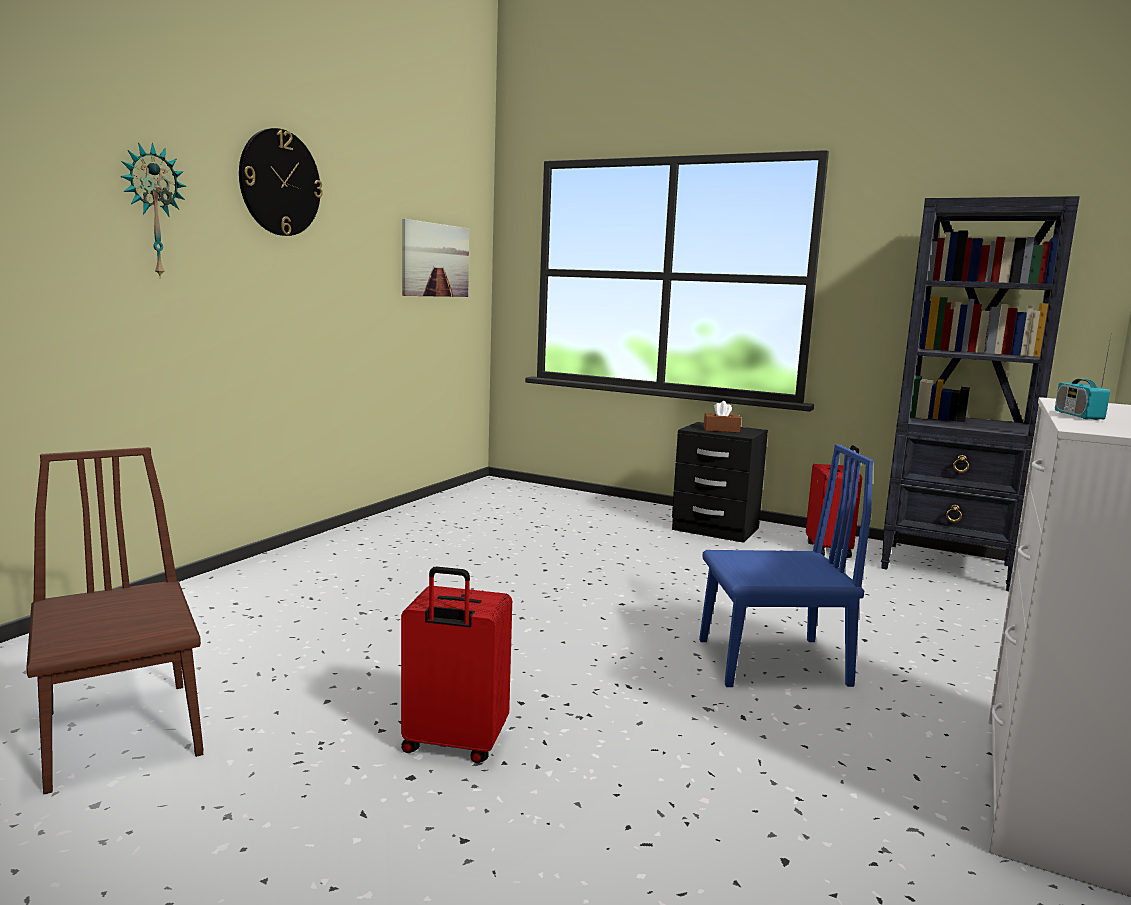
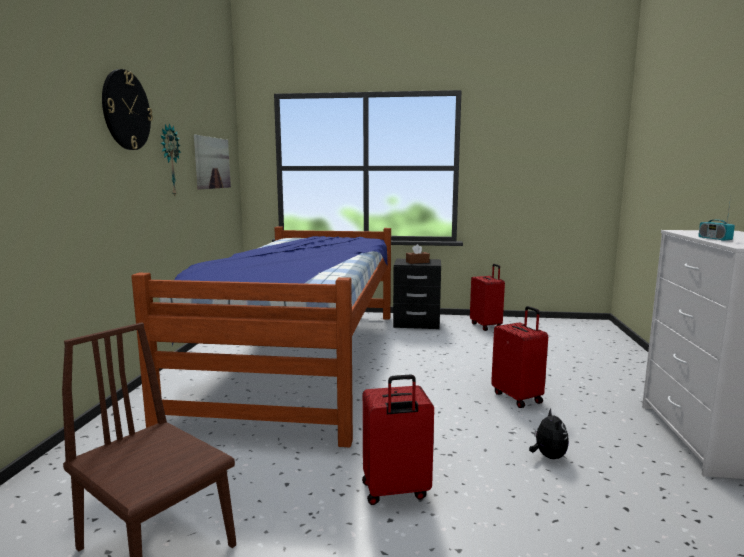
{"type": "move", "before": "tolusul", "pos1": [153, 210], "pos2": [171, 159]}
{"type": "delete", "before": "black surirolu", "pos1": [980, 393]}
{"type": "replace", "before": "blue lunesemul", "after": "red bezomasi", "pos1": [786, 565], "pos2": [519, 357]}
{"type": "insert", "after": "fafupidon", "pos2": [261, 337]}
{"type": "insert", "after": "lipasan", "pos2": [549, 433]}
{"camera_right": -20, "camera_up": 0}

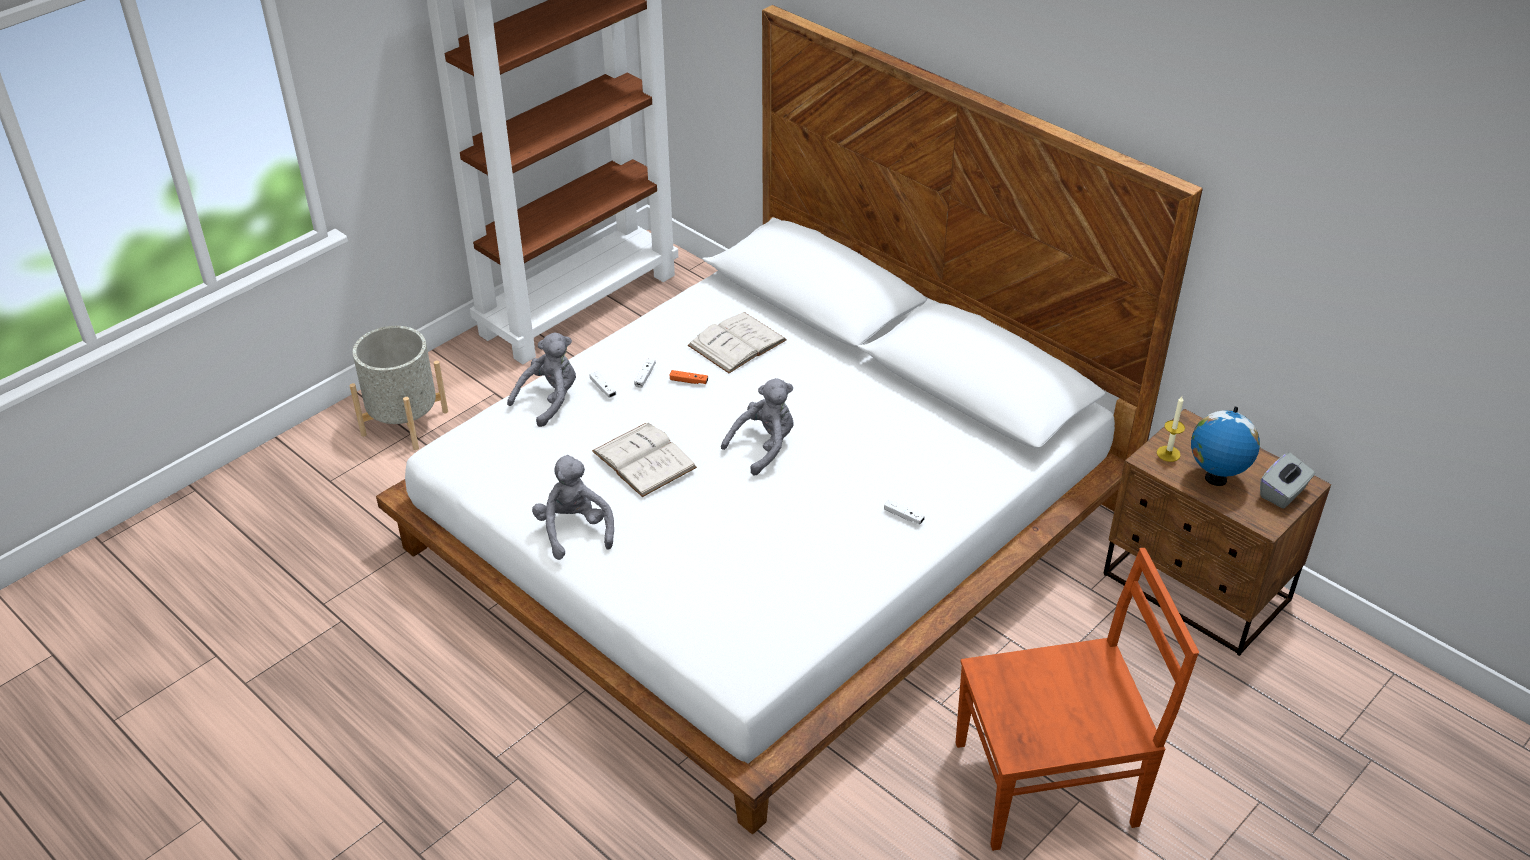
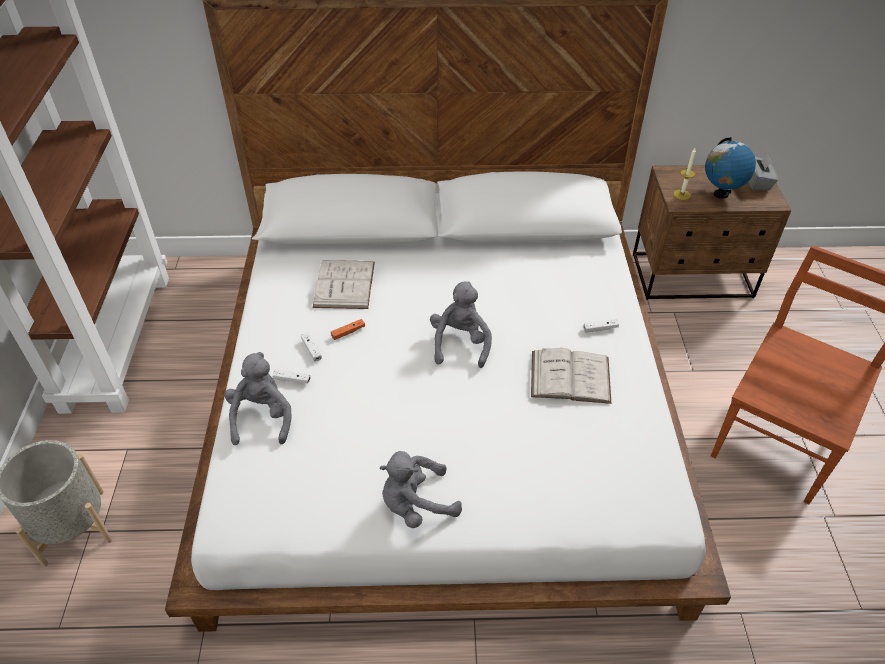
{"type": "move", "before": "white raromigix", "pos1": [644, 460], "pos2": [571, 376]}
{"type": "rotate", "before": "grey lipasan", "pos1": [573, 507], "pos2": [421, 489], "turn": -45}
{"camera_right": -45, "camera_up": 5}

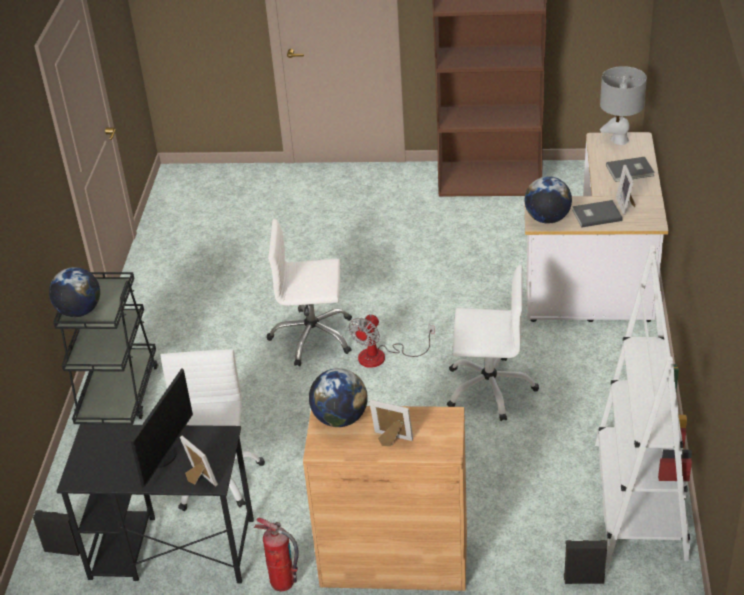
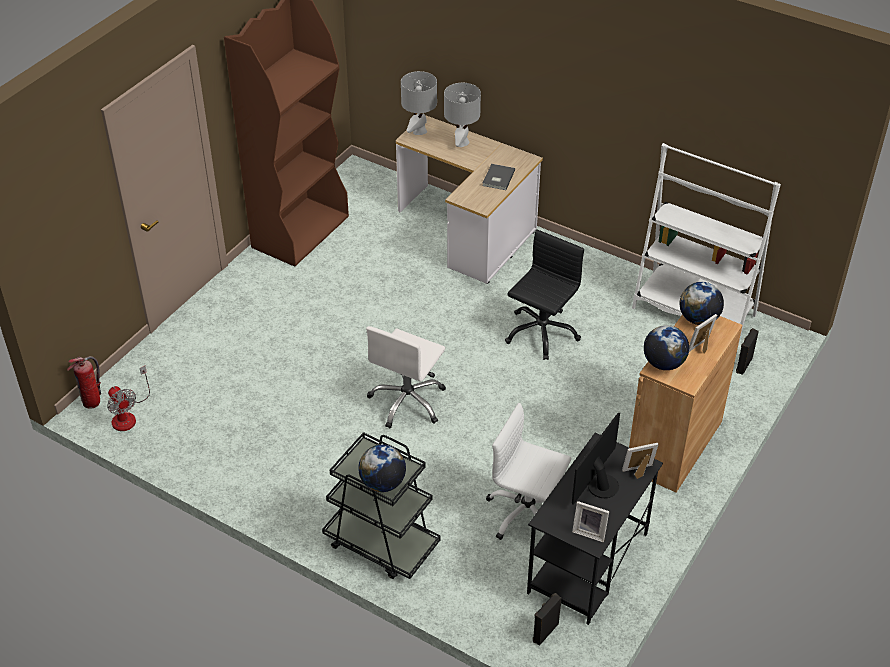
{"type": "replace", "before": "grey raromigix", "after": "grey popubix", "pos1": [630, 169], "pos2": [462, 115]}
{"type": "move", "before": "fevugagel", "pos1": [625, 190], "pos2": [590, 521]}
{"type": "move", "before": "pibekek", "pos1": [548, 200], "pos2": [702, 303]}
{"type": "recolor", "before": "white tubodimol", "after": "black tubodimol", "pos1": [493, 343], "pos2": [544, 294]}
{"type": "move", "before": "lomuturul", "pos1": [391, 341], "pos2": [128, 398]}
{"type": "rotate", "before": "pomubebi", "pos1": [161, 428], "pos2": [596, 459], "turn": -105}
{"type": "move", "before": "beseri", "pos1": [276, 555], "pos2": [84, 382]}
{"camera_right": -65, "camera_up": 5}

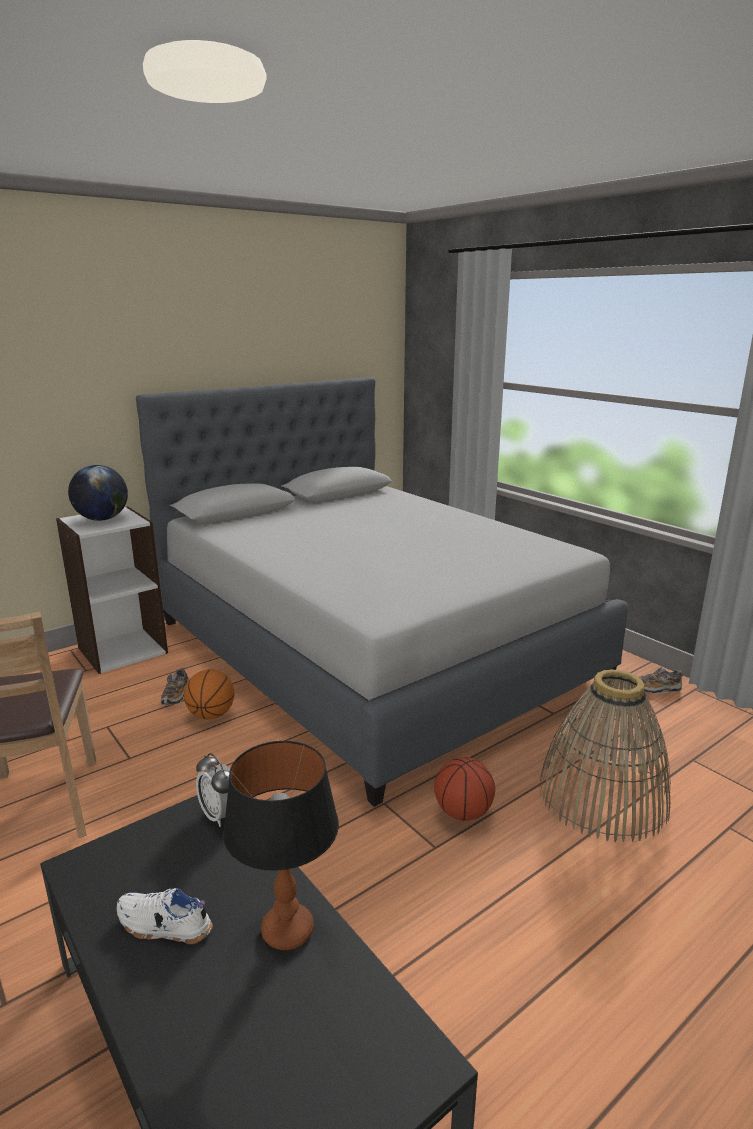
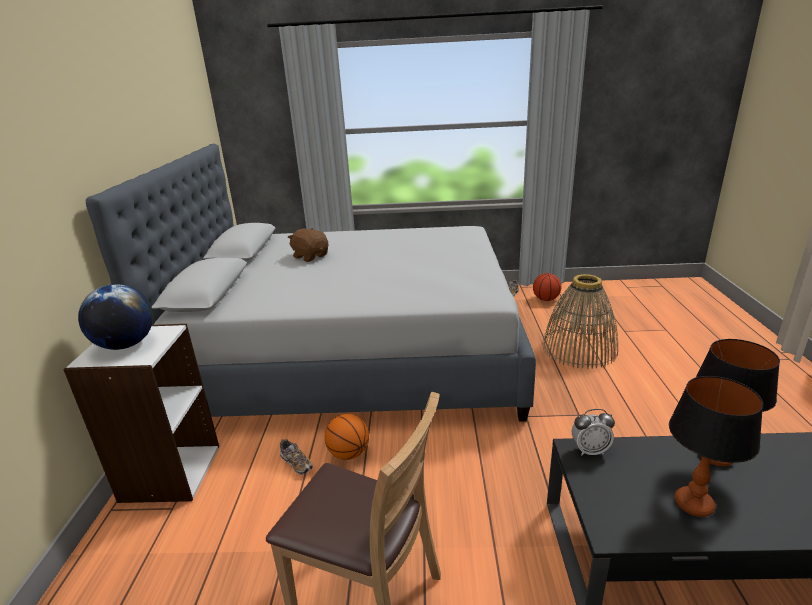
{"type": "move", "before": "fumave", "pos1": [464, 789], "pos2": [547, 287]}
{"type": "replace", "before": "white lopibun", "after": "popubix", "pos1": [165, 916], "pos2": [716, 446]}
{"type": "insert", "after": "brown lipasan", "pos2": [307, 245]}
{"camera_right": -50, "camera_up": 5}

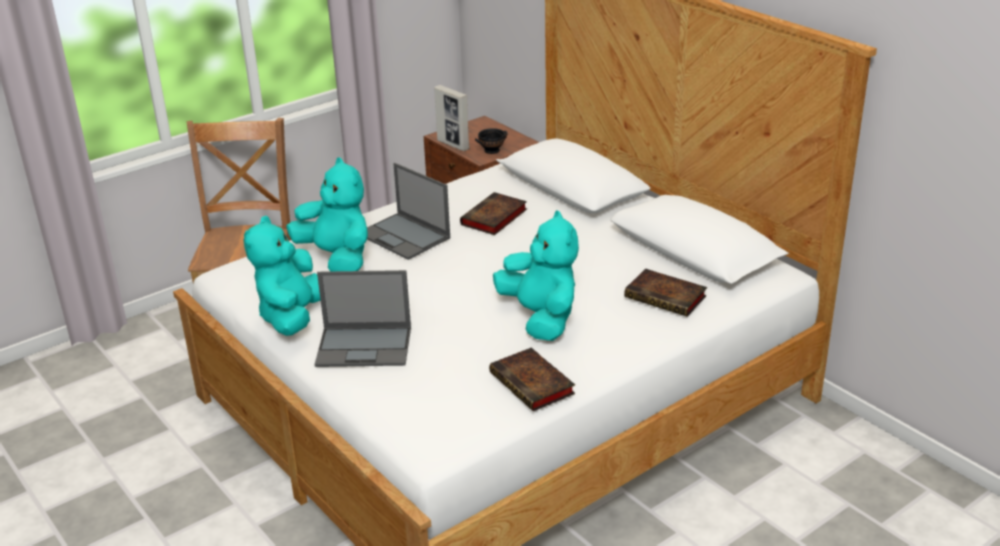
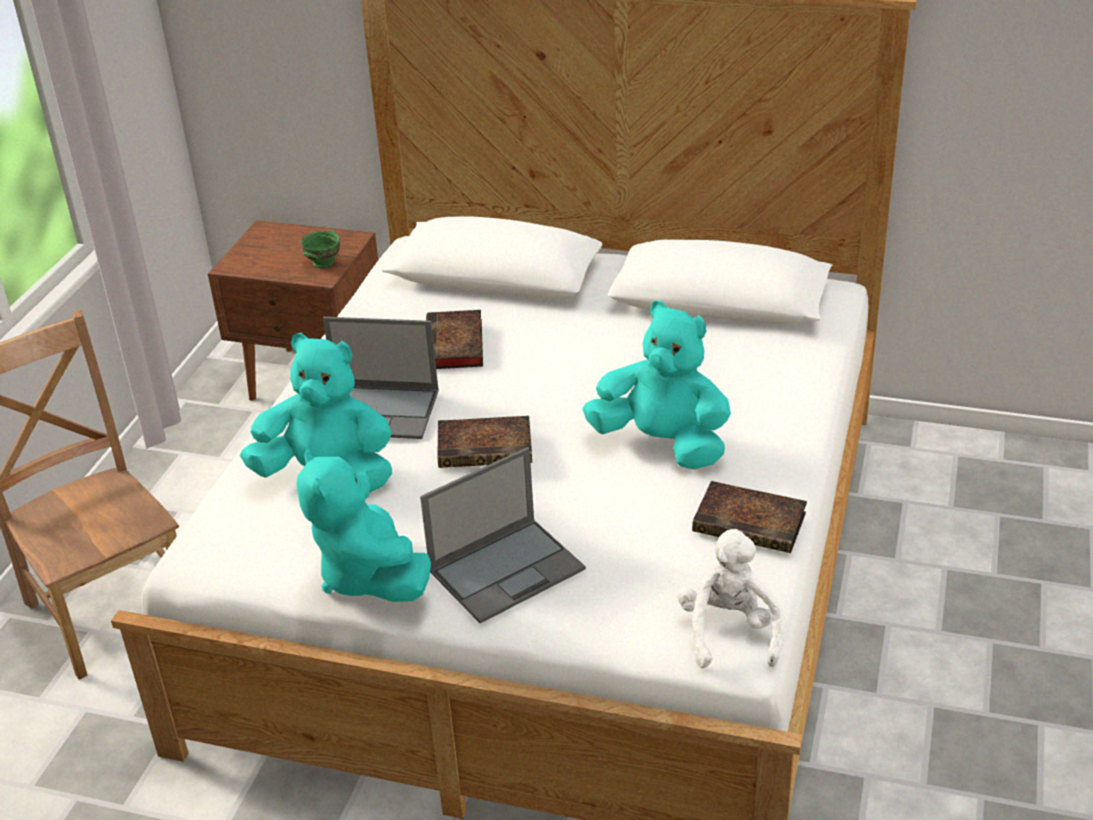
{"type": "delete", "before": "fevugagel", "pos1": [451, 118]}
{"type": "recolor", "before": "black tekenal", "after": "green tekenal", "pos1": [491, 141], "pos2": [320, 249]}
{"type": "move", "before": "raromigix", "pos1": [665, 293], "pos2": [484, 442]}
{"type": "insert", "after": "white lipasan", "pos2": [731, 598]}
{"camera_right": -35, "camera_up": 5}

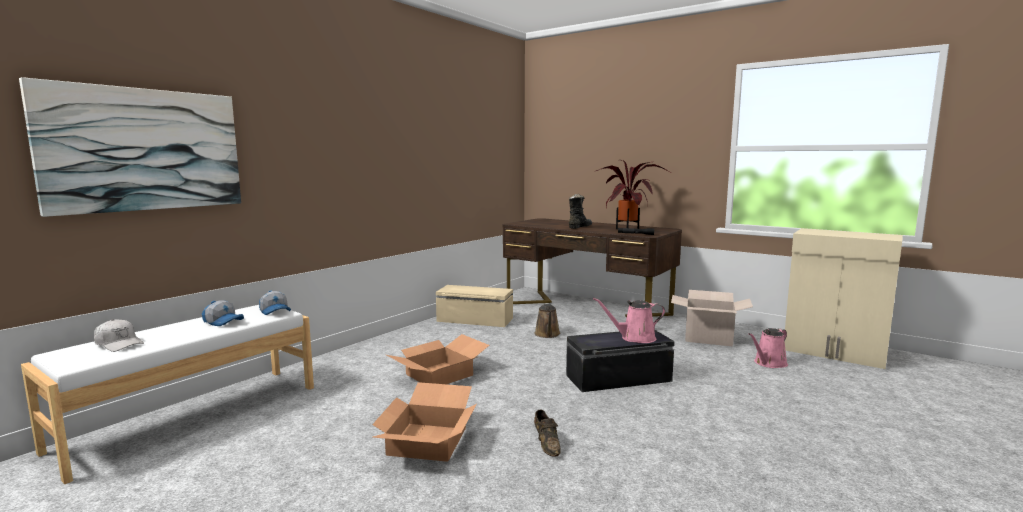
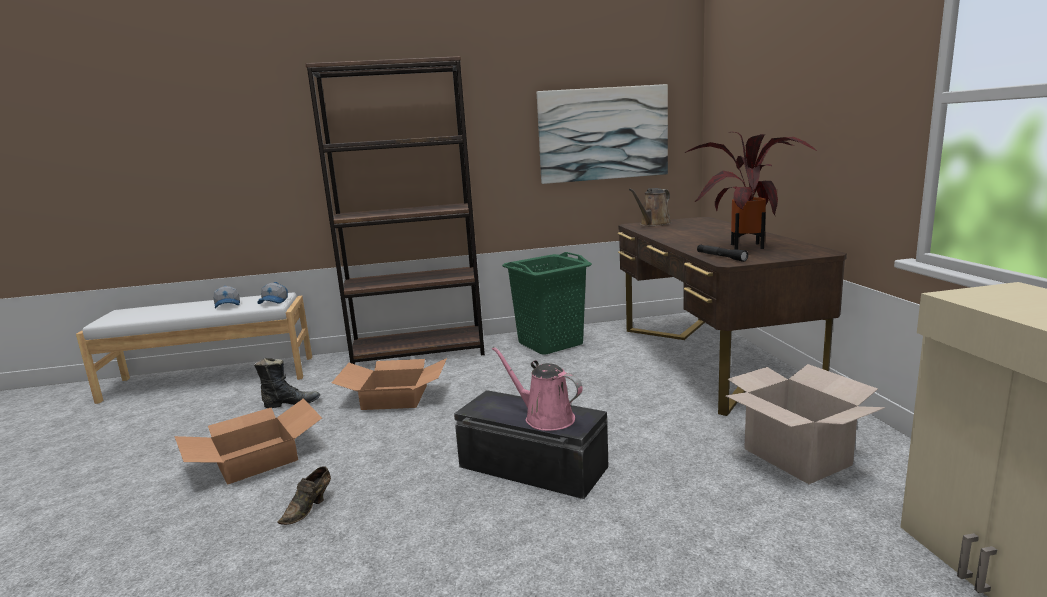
{"type": "move", "before": "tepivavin", "pos1": [130, 147], "pos2": [602, 134]}
{"type": "move", "before": "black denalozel", "pos1": [580, 211], "pos2": [287, 383]}
{"type": "replace", "before": "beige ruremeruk", "after": "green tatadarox", "pos1": [474, 306], "pos2": [547, 303]}
{"type": "move", "before": "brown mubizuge", "pos1": [547, 320], "pos2": [650, 207]}
{"type": "delete", "before": "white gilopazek", "pos1": [119, 335]}
{"type": "delete", "before": "pink mubizuge", "pos1": [768, 348]}
{"type": "insert", "after": "brown surirolu", "pos2": [395, 210]}
{"camera_right": 45, "camera_up": 5}

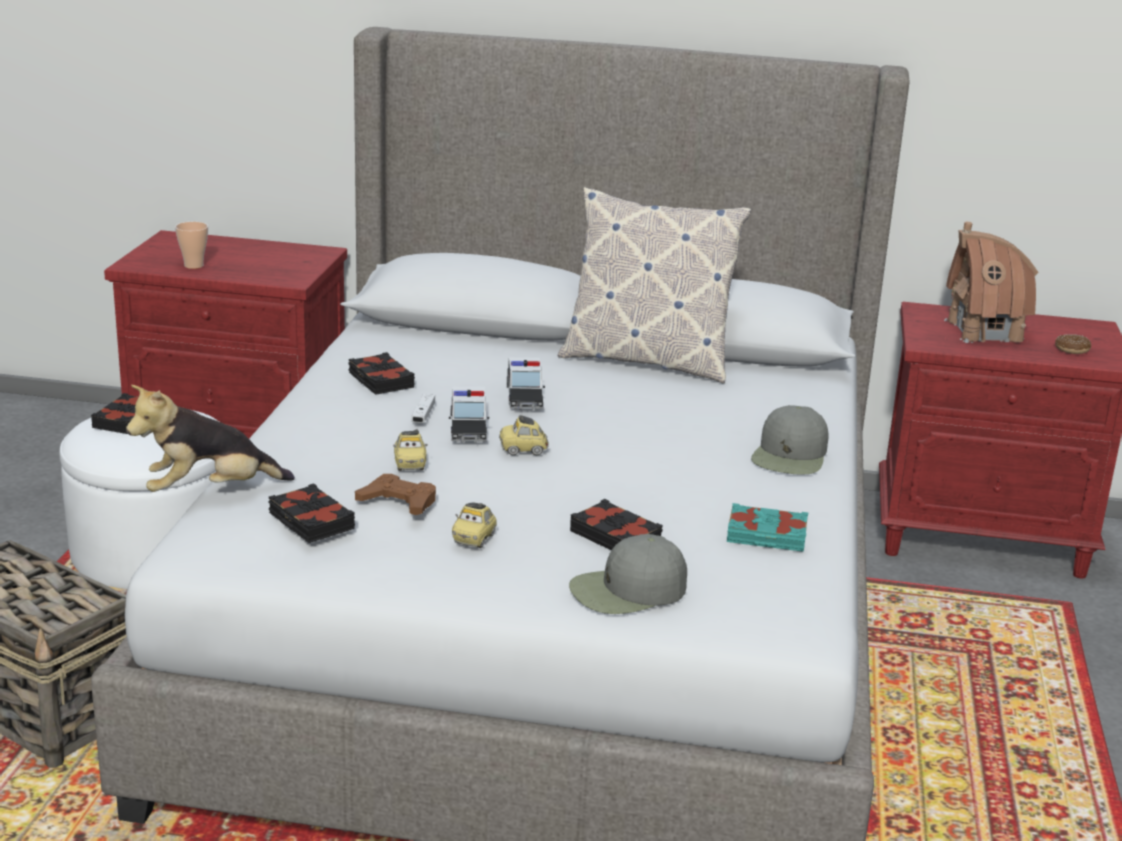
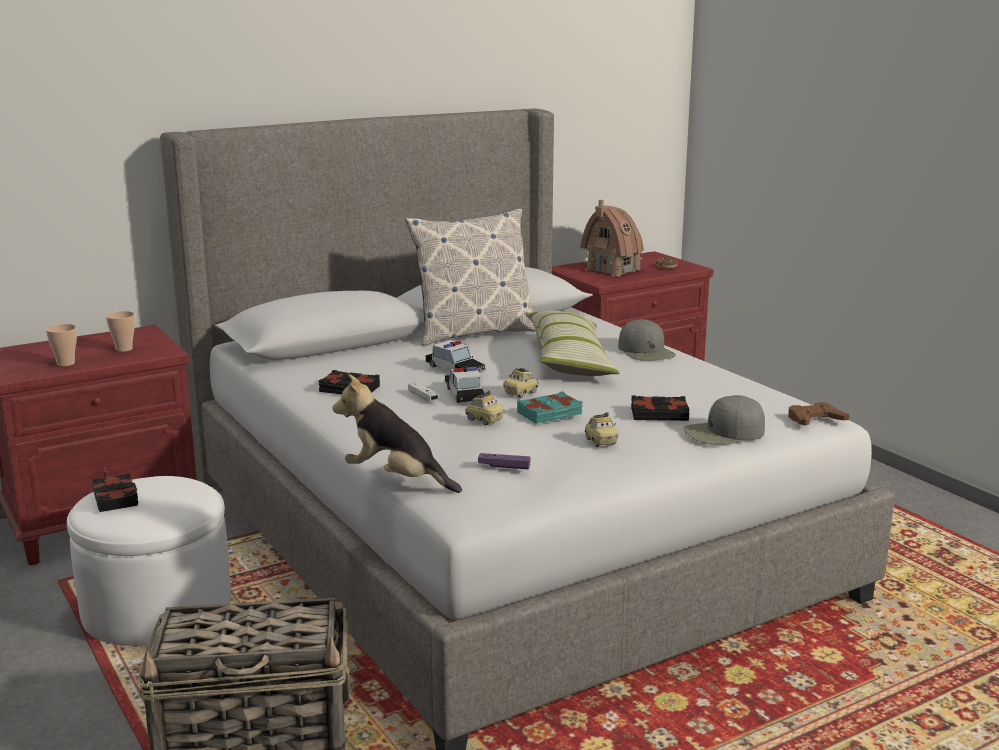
{"type": "rotate", "before": "lipasan", "pos1": [210, 438], "pos2": [397, 433], "turn": 90}
{"type": "rotate", "before": "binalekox", "pos1": [469, 414], "pos2": [464, 385], "turn": -150}
{"type": "move", "before": "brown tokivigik", "pos1": [395, 494], "pos2": [819, 414]}
{"type": "replace", "before": "black raromigix", "after": "purple tokivigik", "pos1": [311, 513], "pos2": [504, 461]}
{"type": "move", "before": "turquoise raromigix", "pos1": [767, 527], "pos2": [550, 407]}
{"type": "rotate", "before": "grey gilopazek", "pos1": [628, 574], "pos2": [724, 420], "turn": 45}
{"type": "insert", "after": "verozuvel", "pos2": [572, 343]}
{"type": "insert", "after": "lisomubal", "pos2": [120, 331]}
{"camera_right": -40, "camera_up": -5}

